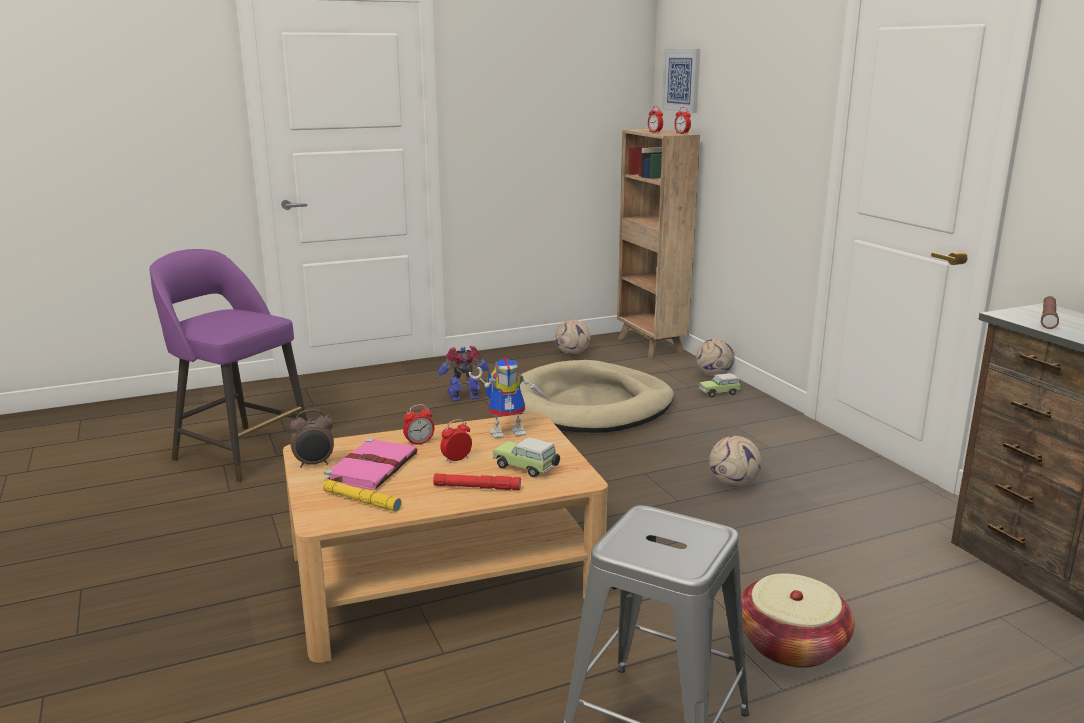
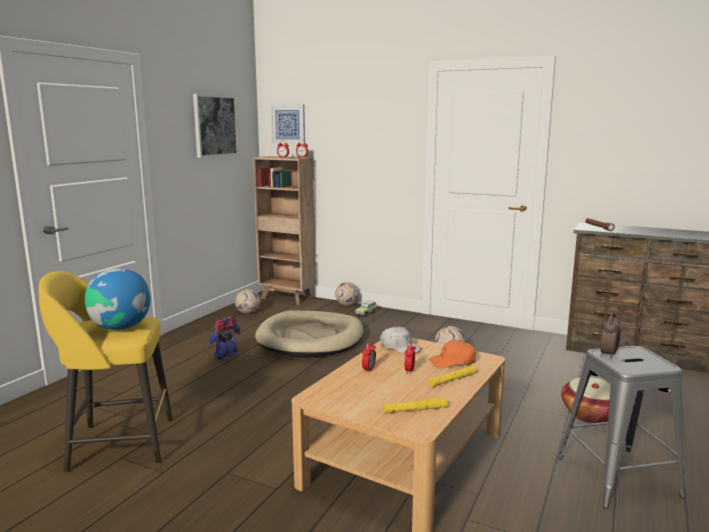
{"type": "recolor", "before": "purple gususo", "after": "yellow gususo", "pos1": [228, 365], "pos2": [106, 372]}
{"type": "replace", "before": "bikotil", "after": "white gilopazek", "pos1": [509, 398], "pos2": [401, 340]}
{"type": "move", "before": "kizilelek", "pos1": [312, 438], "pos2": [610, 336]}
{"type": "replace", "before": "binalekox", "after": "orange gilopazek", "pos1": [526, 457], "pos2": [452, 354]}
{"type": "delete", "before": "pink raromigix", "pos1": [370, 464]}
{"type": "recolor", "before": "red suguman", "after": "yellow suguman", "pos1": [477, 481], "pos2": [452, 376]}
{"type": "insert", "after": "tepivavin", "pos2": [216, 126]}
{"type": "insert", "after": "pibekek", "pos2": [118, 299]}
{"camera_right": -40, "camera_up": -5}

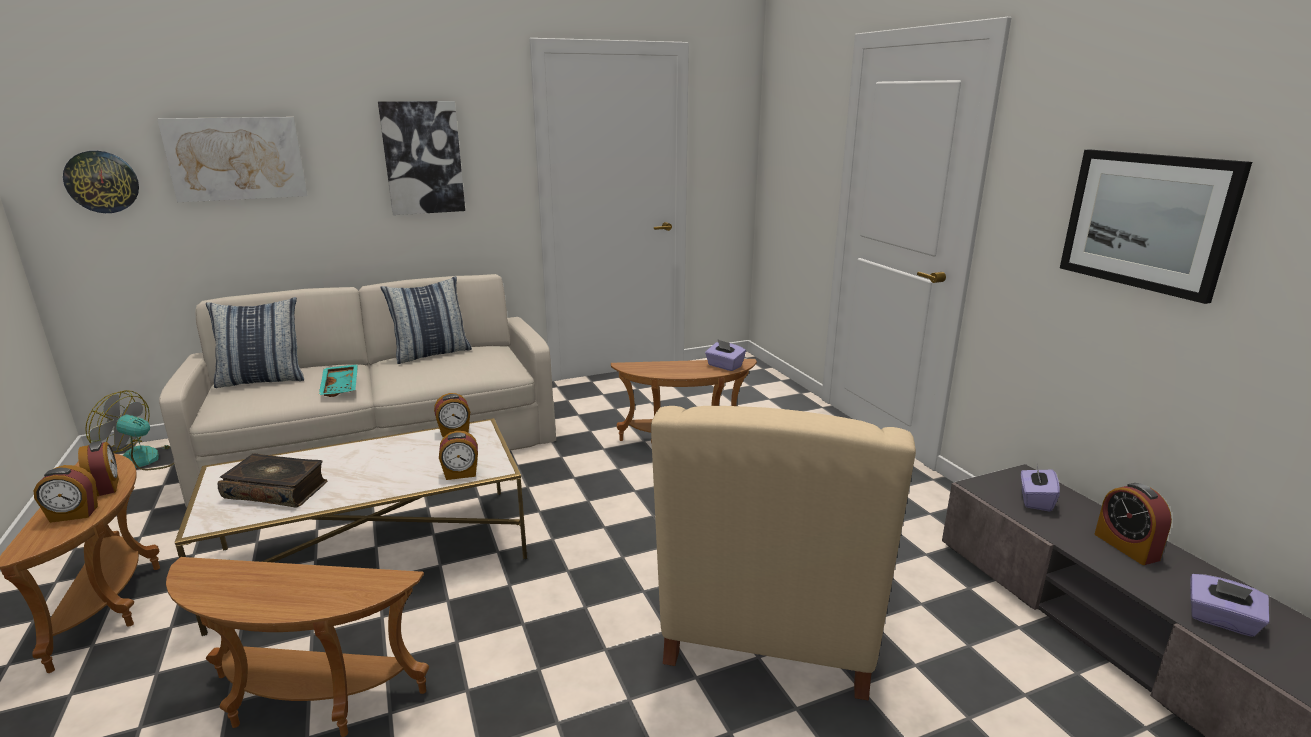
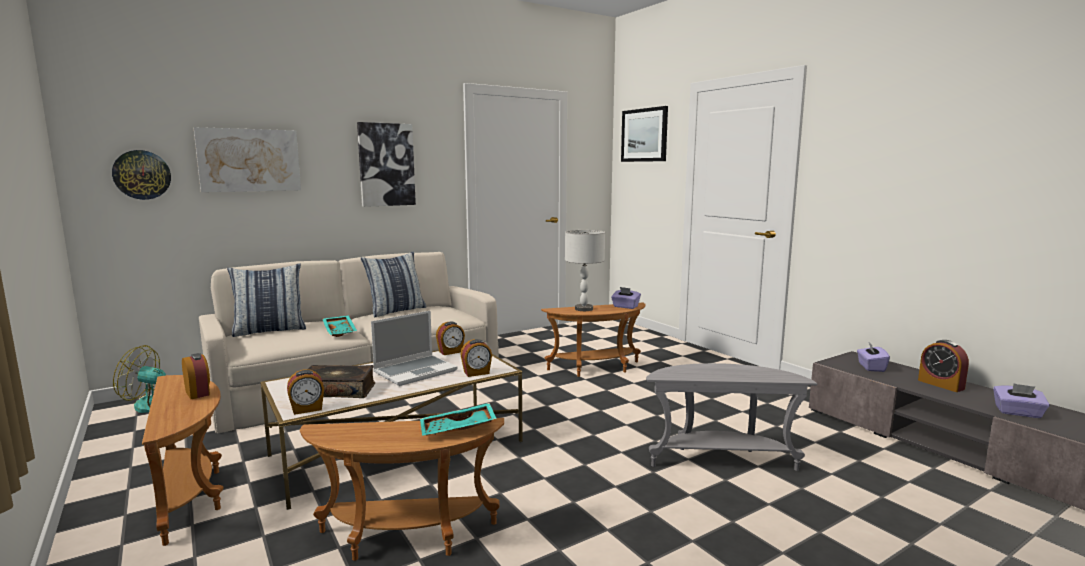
{"type": "move", "before": "tepivavin", "pos1": [1156, 227], "pos2": [644, 134]}
{"type": "replace", "before": "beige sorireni", "after": "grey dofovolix", "pos1": [783, 553], "pos2": [731, 417]}
{"type": "move", "before": "kizilelek", "pos1": [66, 494], "pos2": [305, 392]}
{"type": "insert", "after": "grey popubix", "pos2": [585, 270]}
{"type": "insert", "after": "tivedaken", "pos2": [414, 348]}
{"type": "insert", "after": "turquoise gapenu", "pos2": [458, 419]}
{"camera_right": -10, "camera_up": -10}

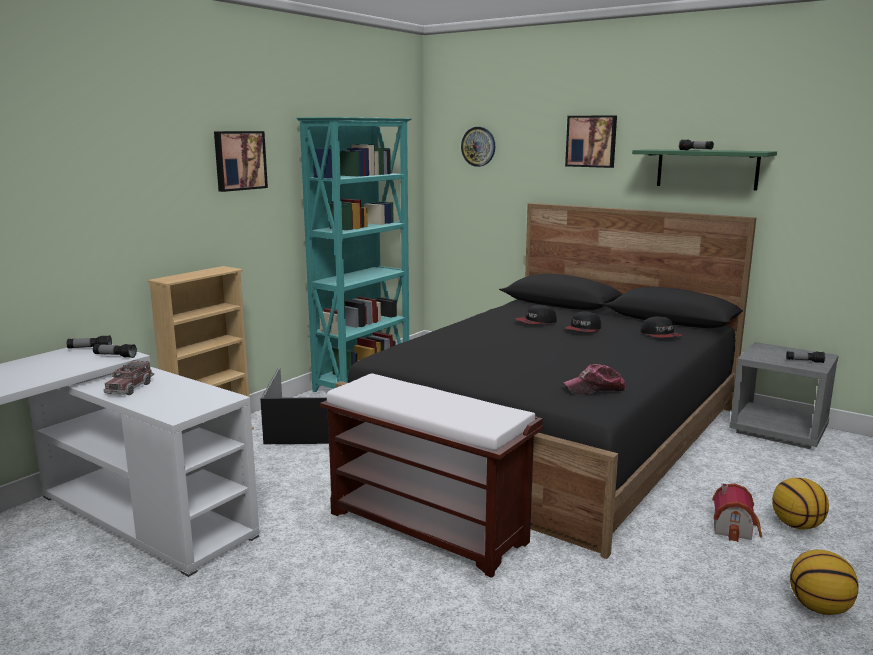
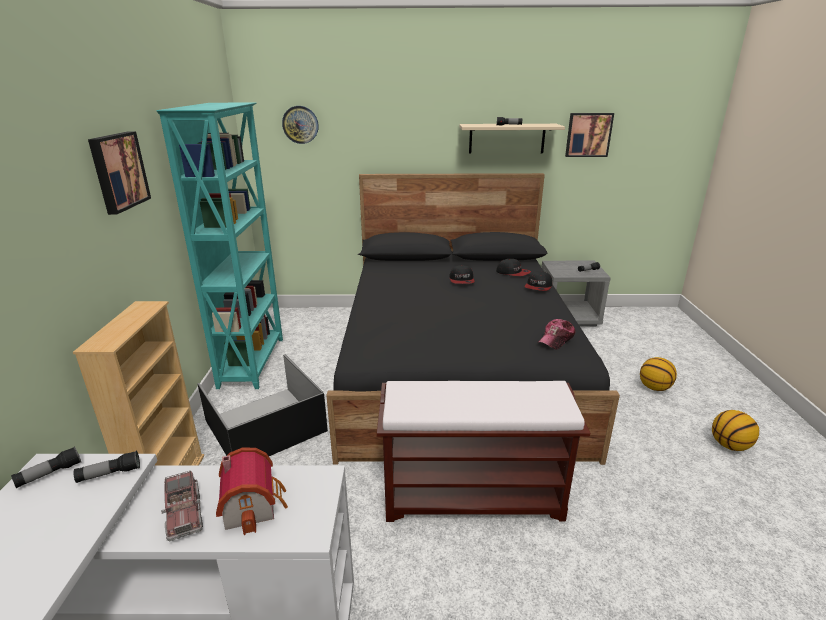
{"type": "move", "before": "tepivavin", "pos1": [591, 141], "pos2": [589, 135]}
{"type": "recolor", "before": "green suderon", "after": "beige suderon", "pos1": [704, 169], "pos2": [512, 139]}
{"type": "move", "before": "gilopazek", "pos1": [536, 314], "pos2": [538, 281]}
{"type": "move", "before": "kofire", "pos1": [737, 512], "pos2": [252, 491]}
{"camera_right": -35, "camera_up": 10}

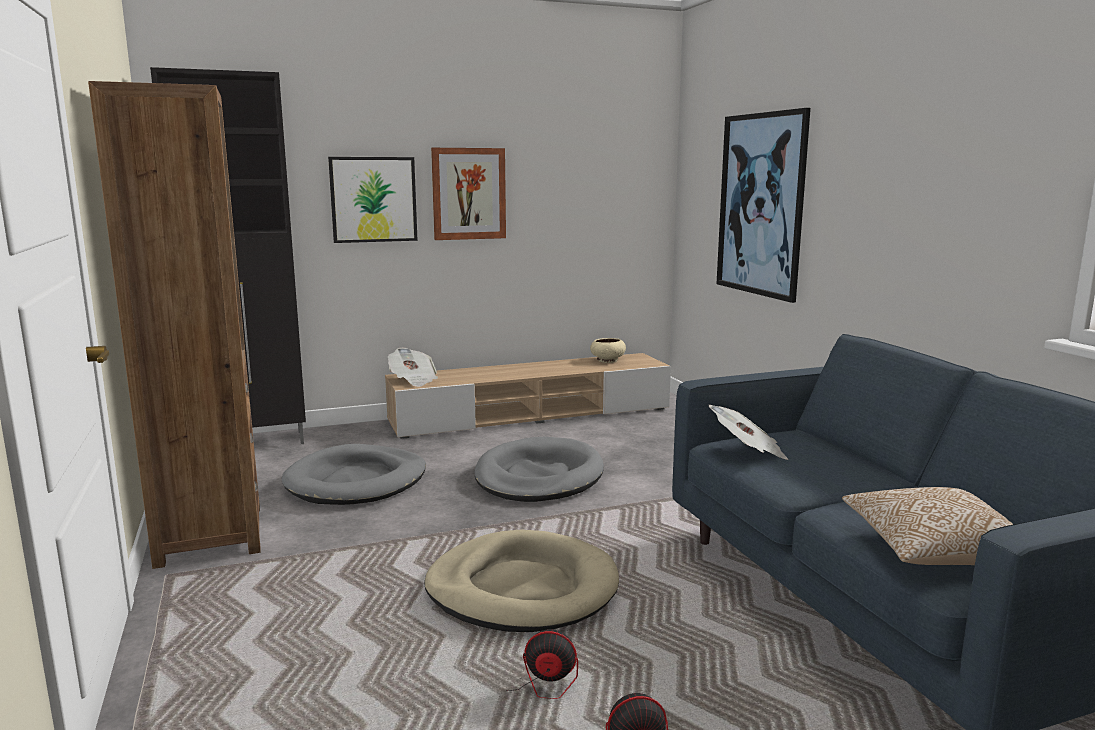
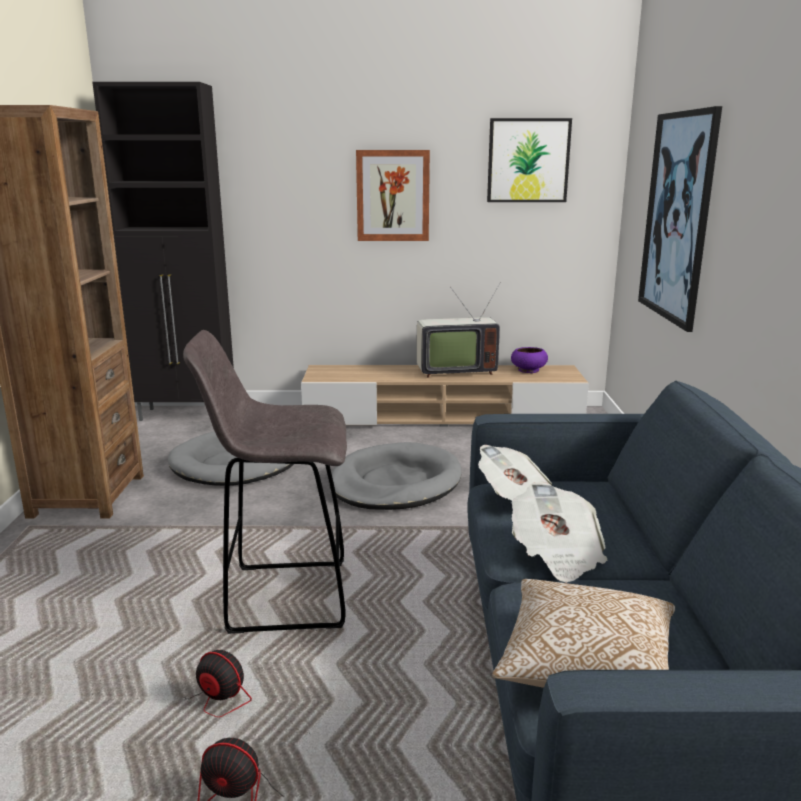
{"type": "move", "before": "tepivavin", "pos1": [373, 200], "pos2": [529, 160]}
{"type": "recolor", "before": "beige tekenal", "after": "purple tekenal", "pos1": [608, 350], "pos2": [529, 360]}
{"type": "move", "before": "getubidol", "pos1": [413, 367], "pos2": [559, 532]}
{"type": "replace", "before": "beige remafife", "after": "grey gususo", "pos1": [521, 580], "pos2": [265, 482]}
{"type": "insert", "after": "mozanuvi", "pos2": [458, 330]}
{"camera_right": 20, "camera_up": 5}

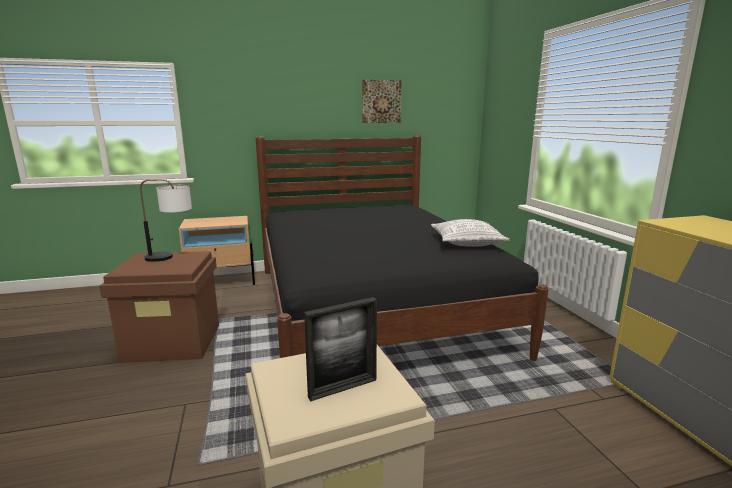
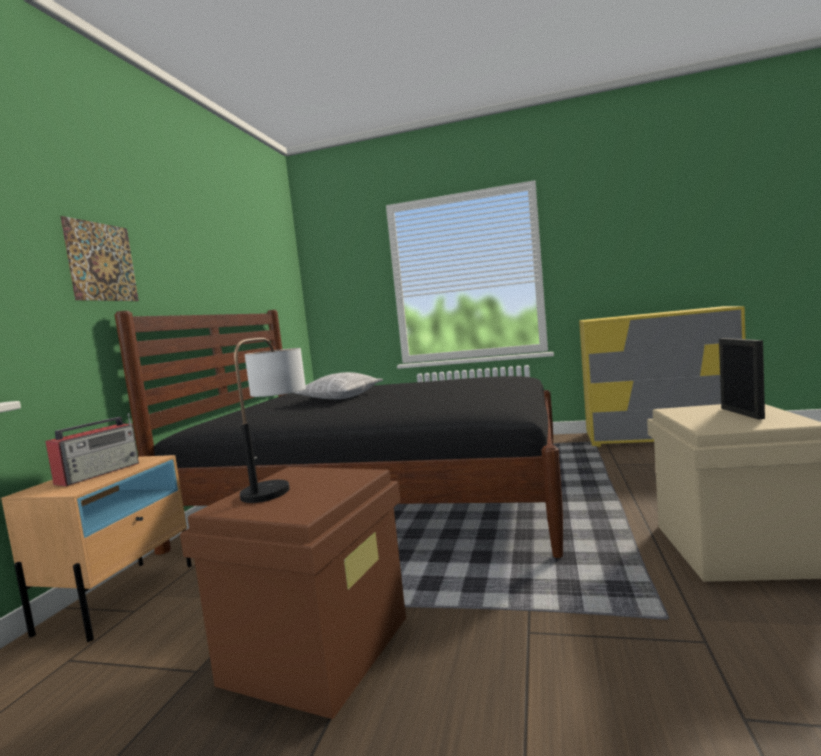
{"type": "move", "before": "tepivavin", "pos1": [382, 101], "pos2": [99, 258]}
{"type": "move", "before": "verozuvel", "pos1": [470, 233], "pos2": [338, 385]}
{"type": "insert", "after": "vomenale", "pos2": [92, 449]}
{"camera_right": -60, "camera_up": -10}

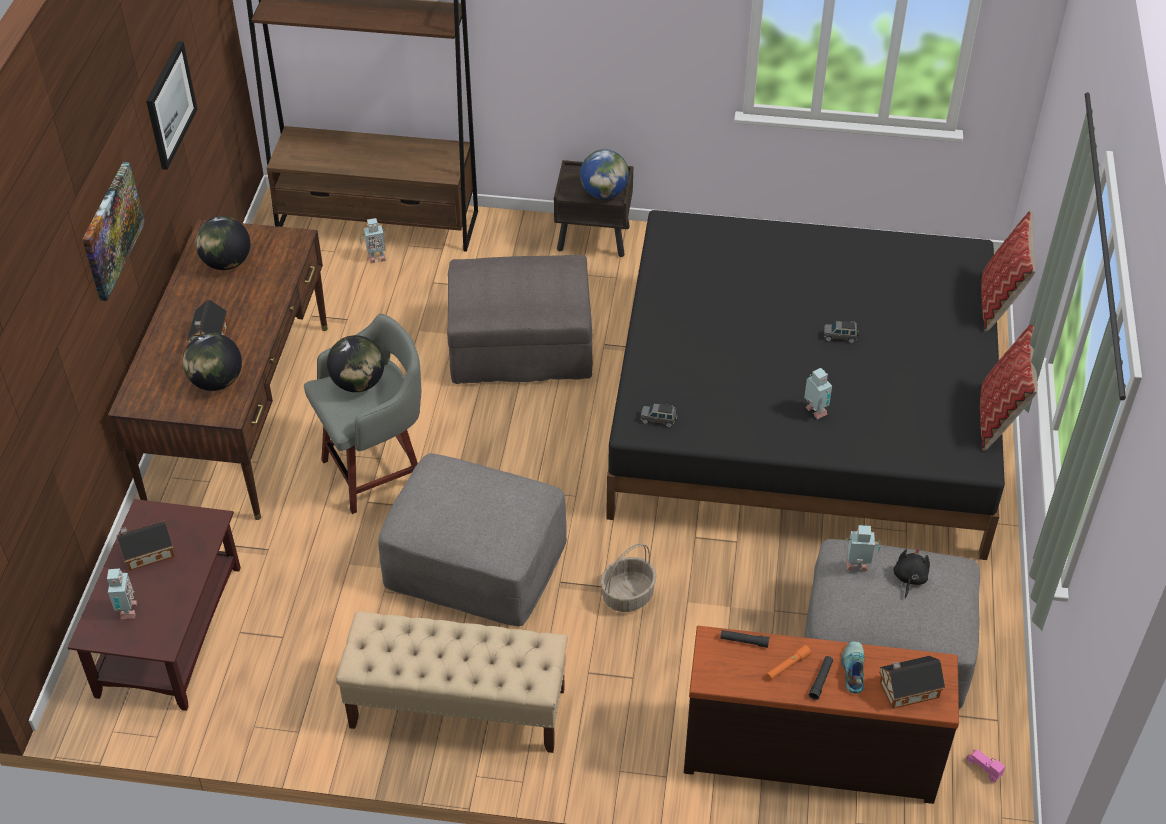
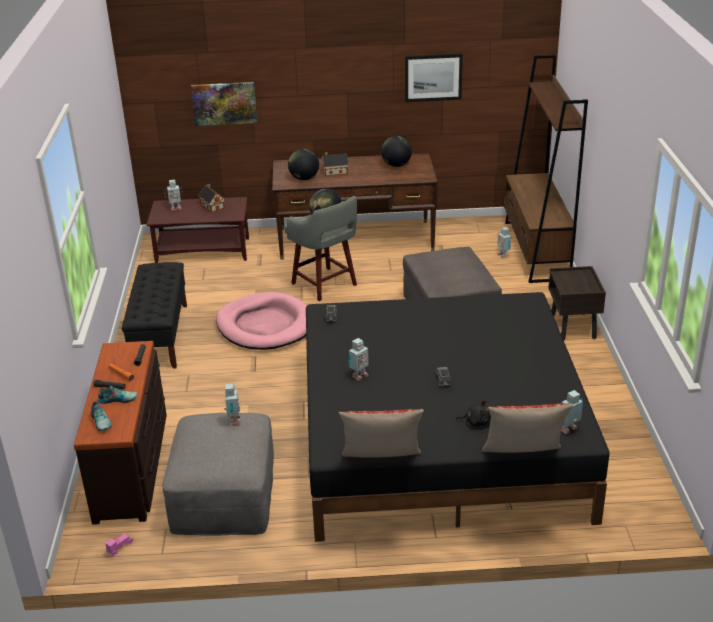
{"type": "delete", "before": "pibekek", "pos1": [604, 174]}
{"type": "move", "before": "tepivavin", "pos1": [113, 231], "pos2": [224, 104]}
{"type": "replace", "before": "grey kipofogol", "after": "pink remafife", "pos1": [472, 539], "pos2": [261, 321]}
{"type": "delete", "before": "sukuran", "pos1": [628, 577]}
{"type": "move", "before": "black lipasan", "pos1": [912, 573], "pos2": [473, 414]}
{"type": "recolor", "before": "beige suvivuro", "after": "black suvivuro", "pos1": [452, 682], "pos2": [154, 315]}
{"type": "replace", "before": "kofire", "after": "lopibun", "pos1": [912, 682], "pos2": [101, 416]}
{"type": "insert", "after": "bikotil", "pos2": [572, 412]}
{"camera_right": 80, "camera_up": -15}

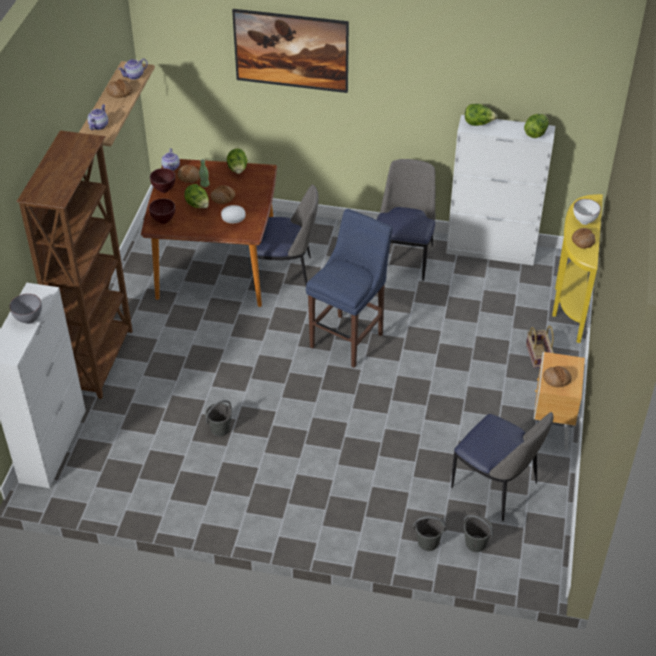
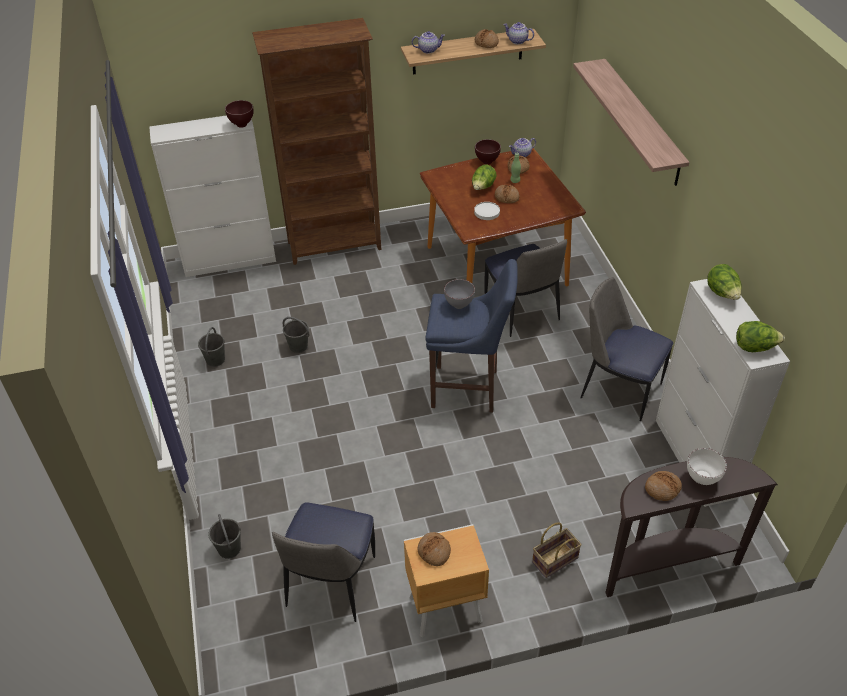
{"type": "replace", "before": "tepivavin", "after": "suderon", "pos1": [290, 51], "pos2": [631, 122]}
{"type": "delete", "before": "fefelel", "pos1": [237, 161]}
{"type": "rotate", "before": "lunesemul", "pos1": [406, 220], "pos2": [627, 349], "turn": -135}
{"type": "recolor", "before": "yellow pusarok", "after": "brown pusarok", "pos1": [577, 268], "pos2": [691, 527]}
{"type": "move", "before": "brown tekenal", "pos1": [162, 211], "pos2": [239, 114]}
{"type": "move", "before": "grey tekenal", "pos1": [25, 309], "pos2": [459, 294]}
{"type": "move", "before": "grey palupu", "pos1": [478, 533], "pos2": [211, 347]}
{"camera_right": 65, "camera_up": 0}

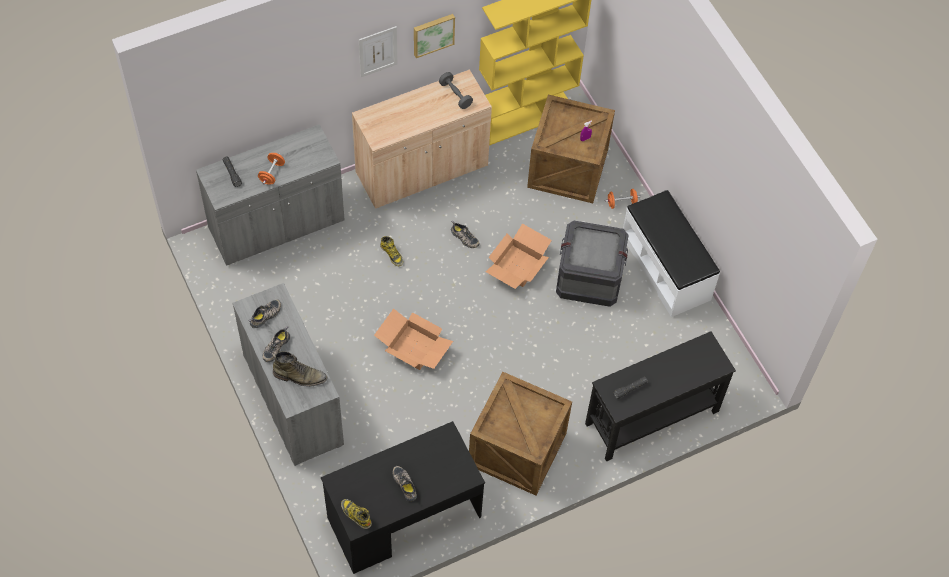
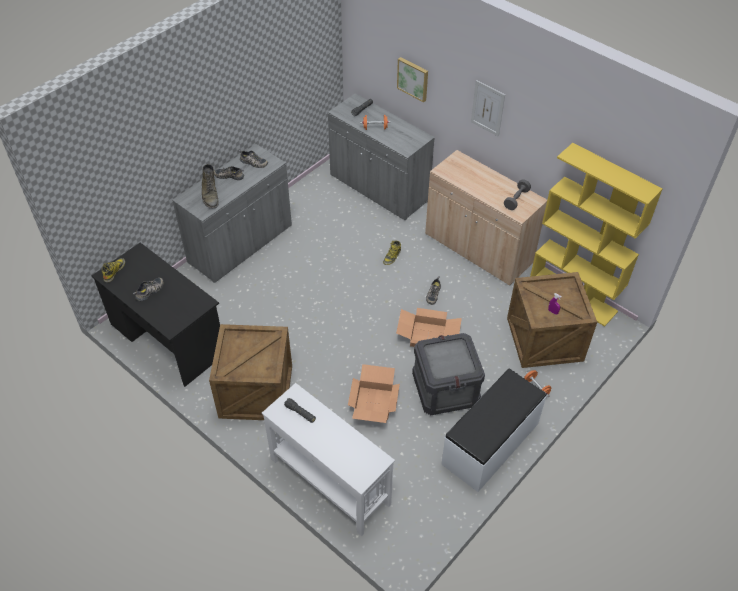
{"type": "move", "before": "tepivavin", "pos1": [434, 36], "pos2": [412, 80]}
{"type": "move", "before": "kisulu", "pos1": [413, 339], "pos2": [374, 393]}
{"type": "recolor", "before": "black pusarok", "after": "white pusarok", "pos1": [660, 396], "pos2": [328, 459]}
{"camera_right": 70, "camera_up": -10}

